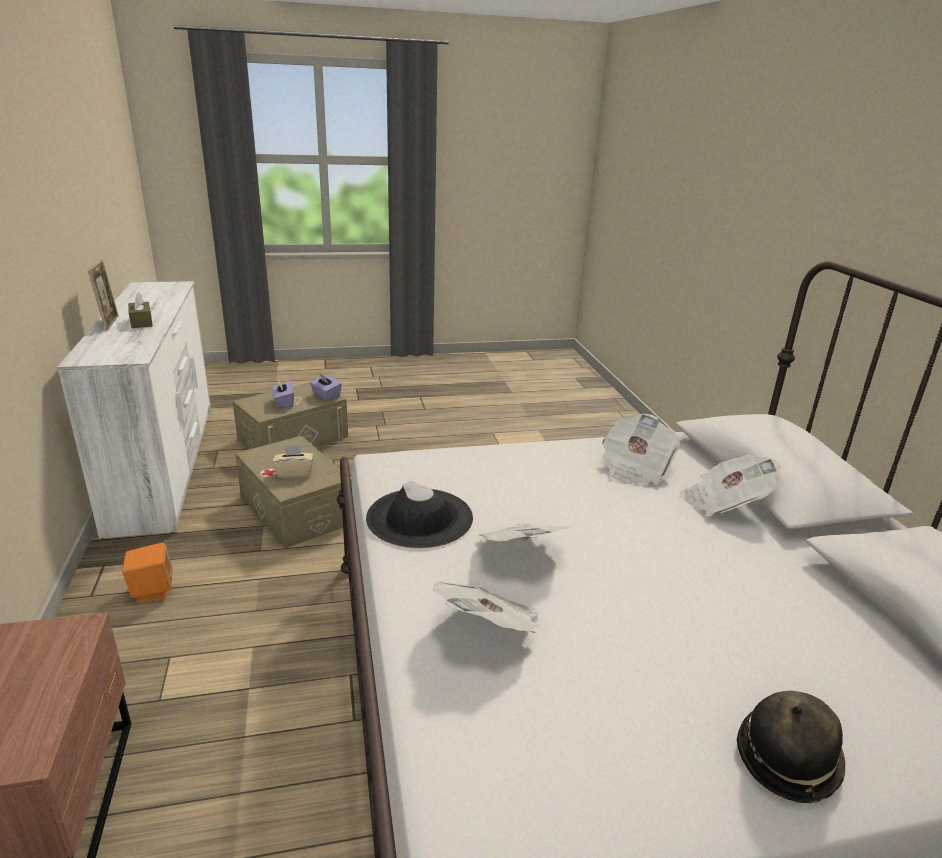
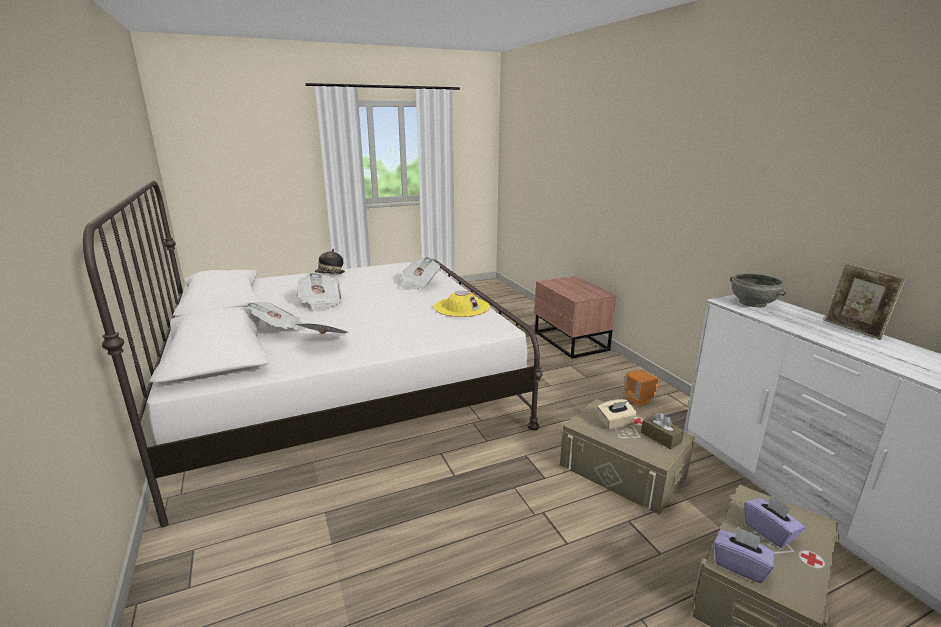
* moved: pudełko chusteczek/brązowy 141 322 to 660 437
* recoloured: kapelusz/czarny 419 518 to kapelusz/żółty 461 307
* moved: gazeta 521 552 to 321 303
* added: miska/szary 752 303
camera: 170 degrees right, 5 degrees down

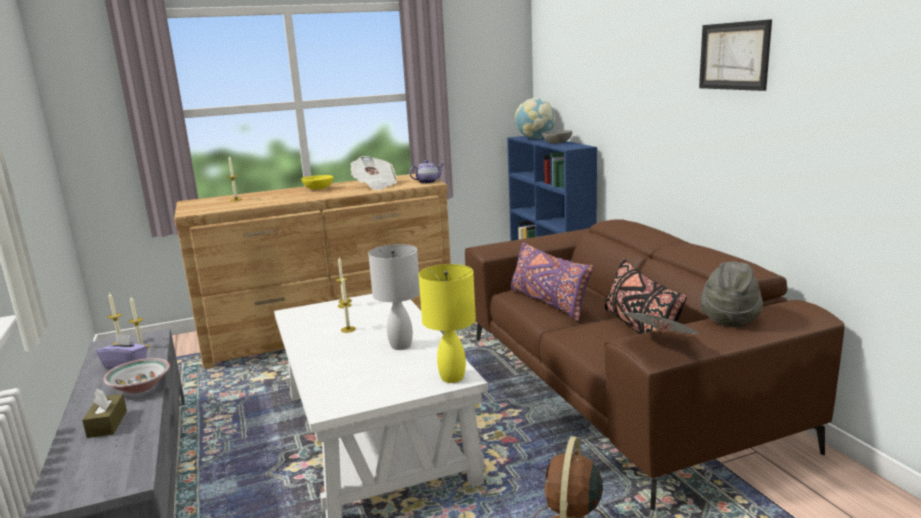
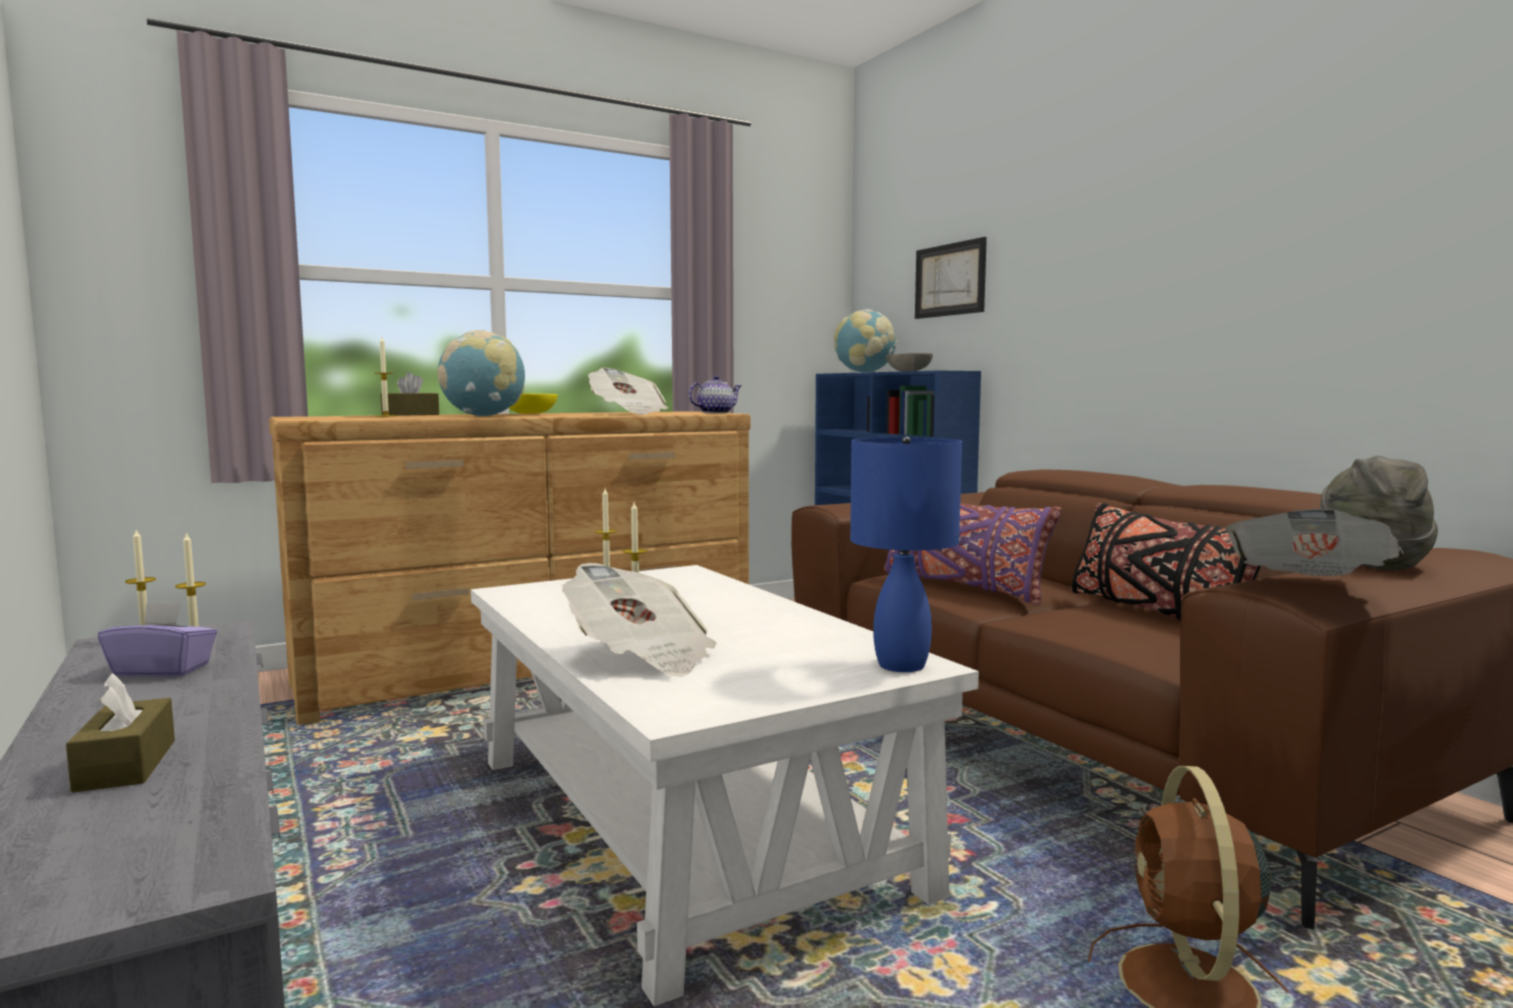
* moved: obraz 734 56 to 950 280
* removed: lampa stołowa/biały 401 346
* recoloured: lampa stołowa/żółty 453 378 to lampa stołowa/niebieski 903 665
* removed: miska 139 387
* added: globus 483 416
* added: pudełko chusteczek/brązowy 410 415
* added: gazeta 641 657
camera: 10 degrees left, 10 degrees down

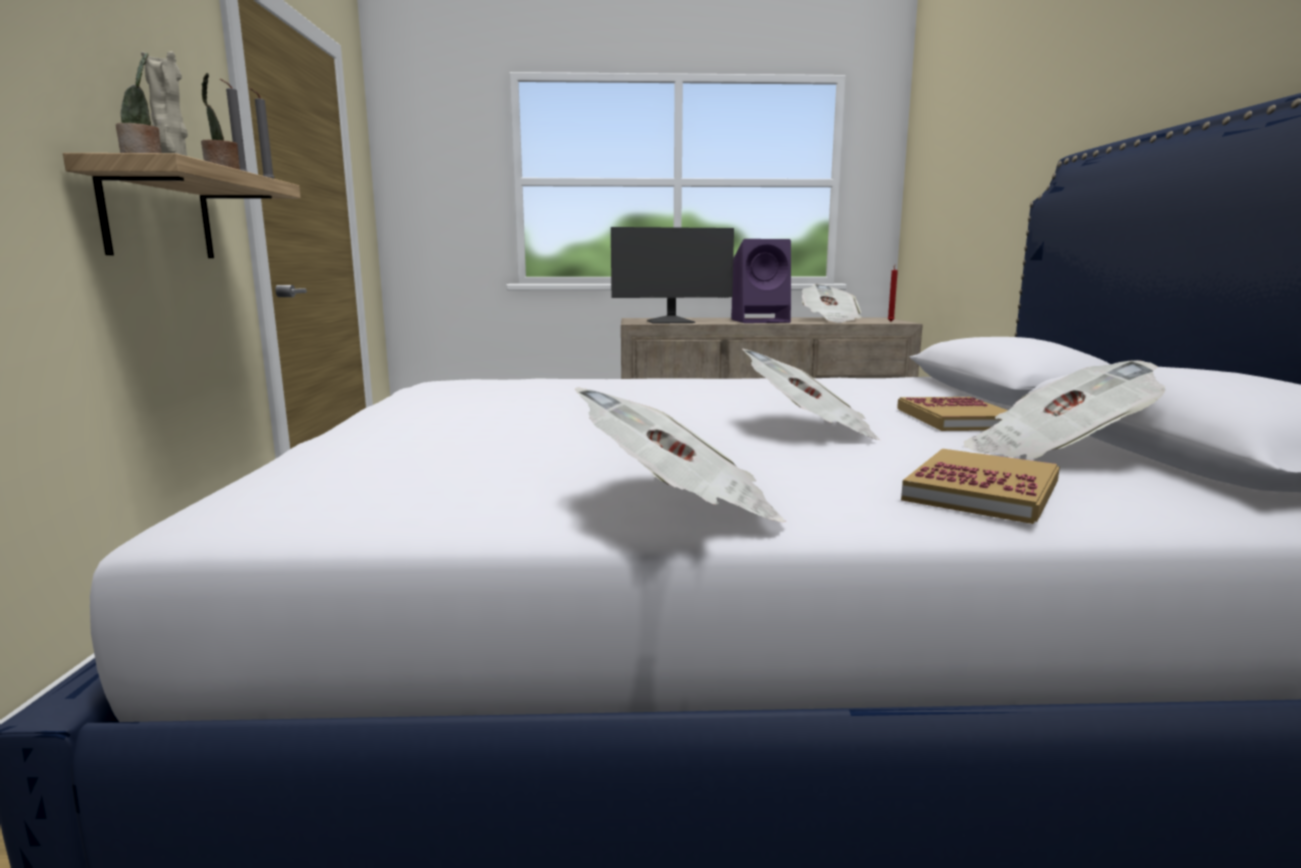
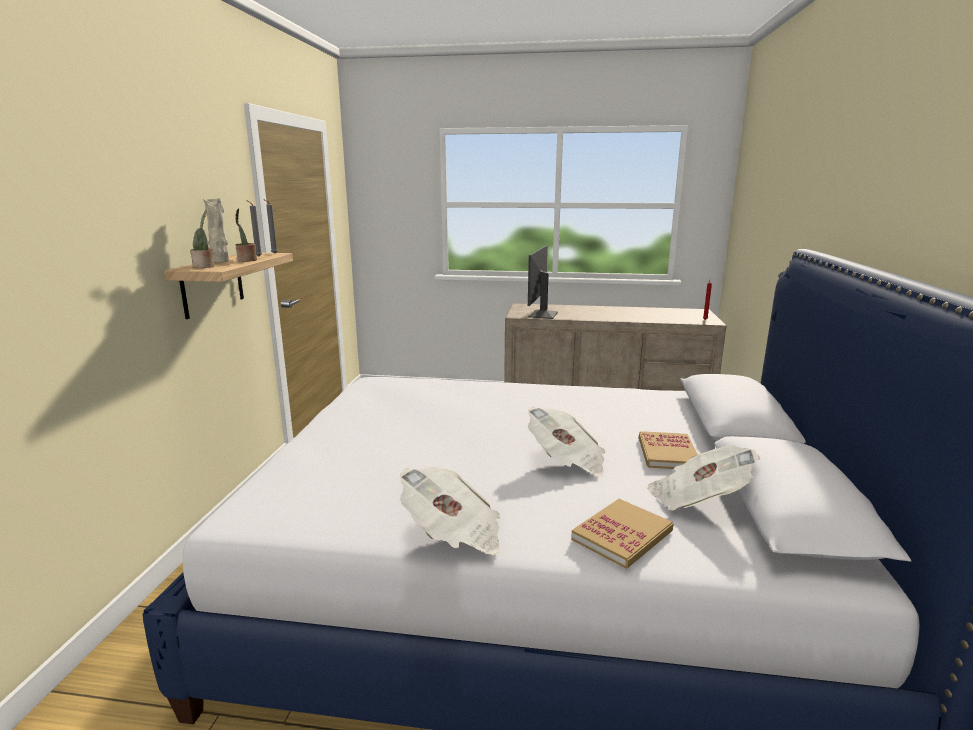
* turned: monitor 671 322 = 542 314 105 degrees clockwise
* removed: głośnik/fioletowy 761 321
* removed: gazeta 830 320
camera: 10 degrees right, 5 degrees up

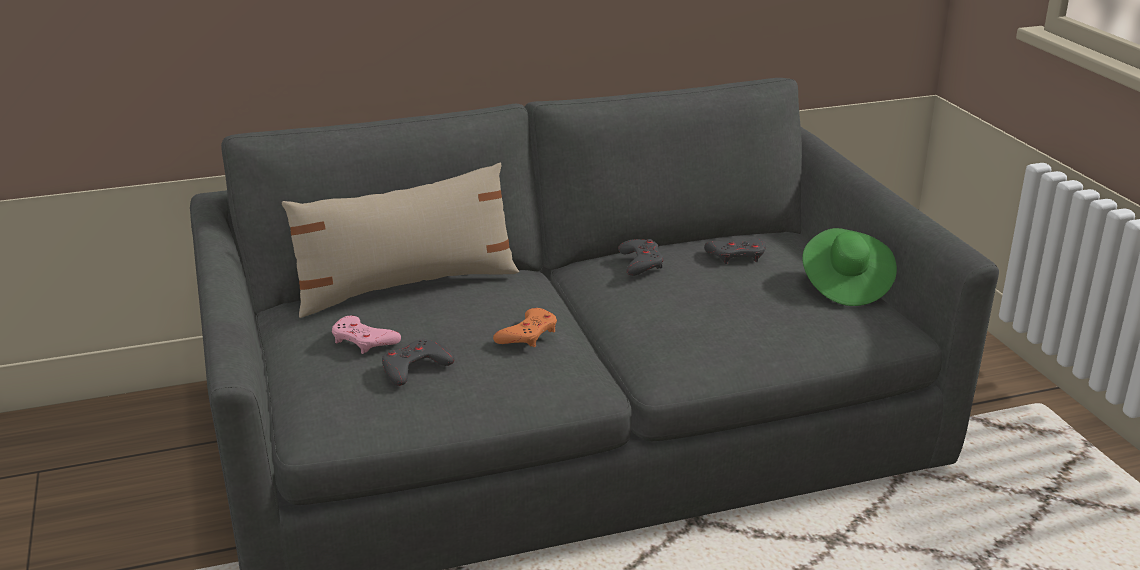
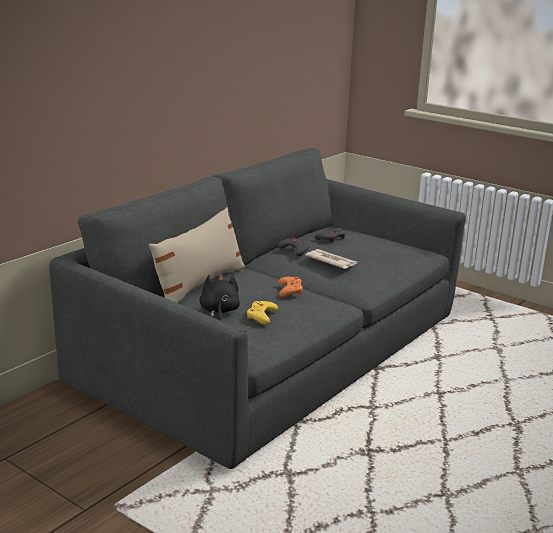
* removed: kapelusz/zielony 845 286
* replaced: pad do gier/różowy 363 340 to pluszak/czarny 219 311
* recoloured: pad do gier/szary 414 368 to pad do gier/żółty 261 316
* added: gazeta 331 261
camera: 35 degrees left, 5 degrees down

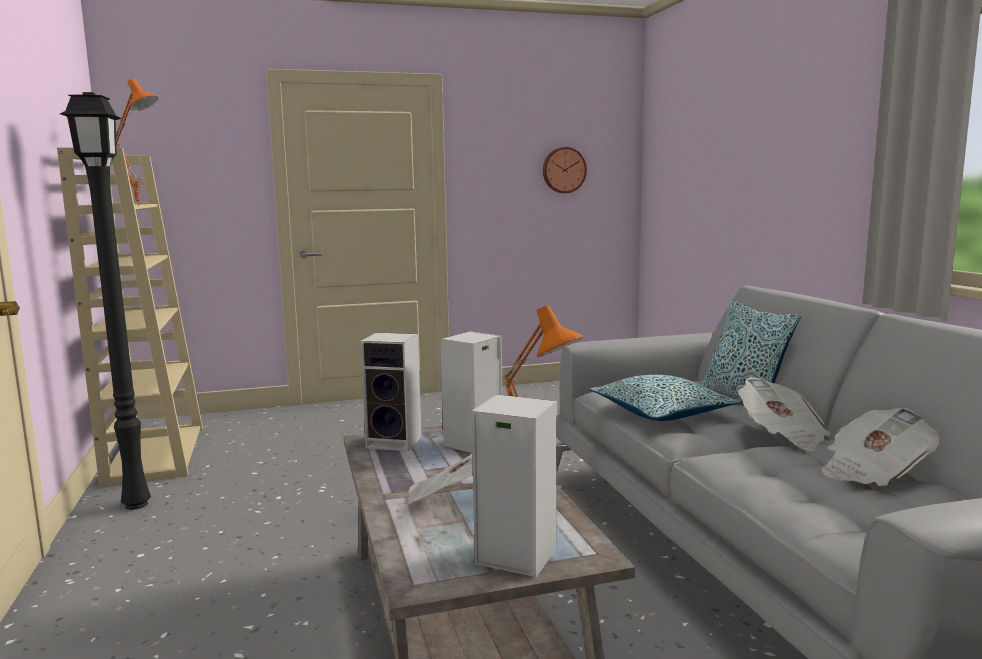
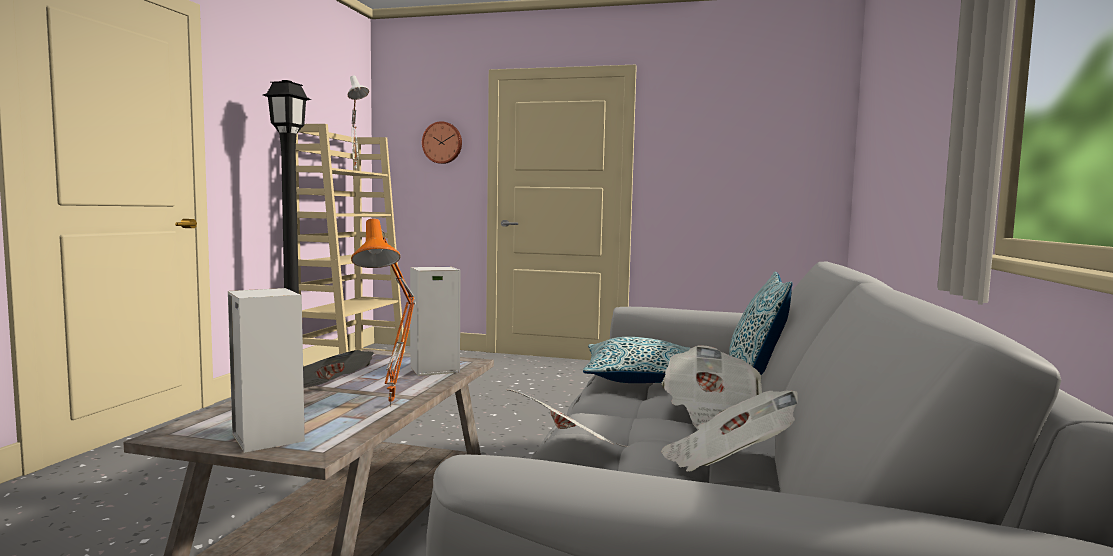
* recoloured: lampa stołowa/pomarańczowy 140 204 to lampa stołowa/biały 357 170
* moved: zegar ścienny 563 170 to 442 143
* removed: głośnik 396 442
* added: gazeta 567 451
camera: 30 degrees right, 5 degrees down

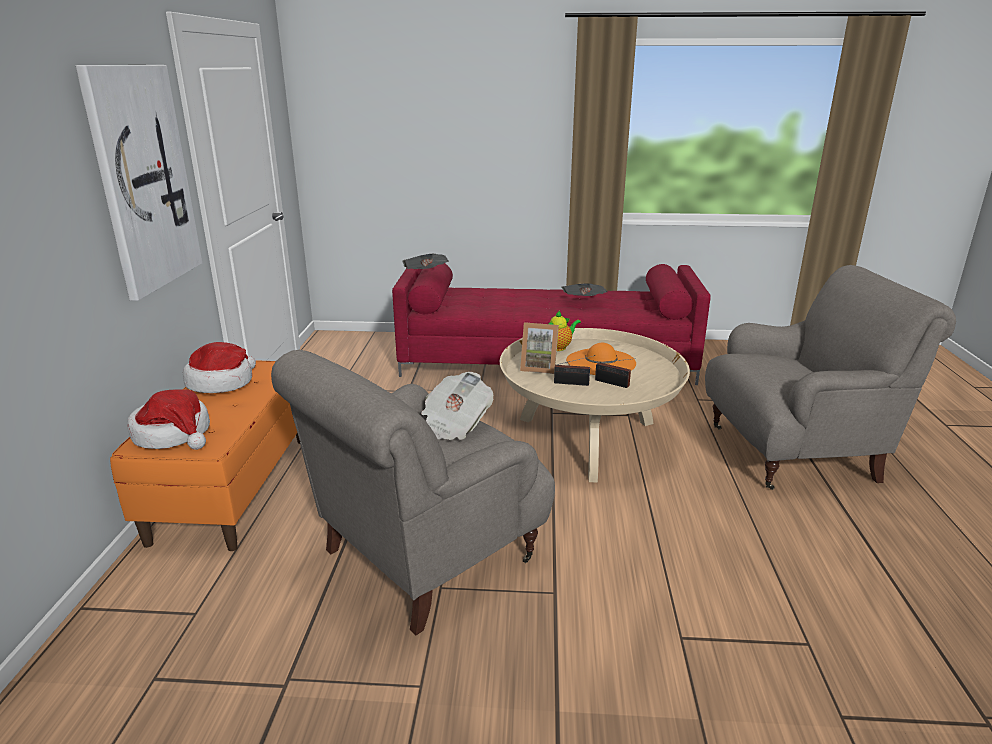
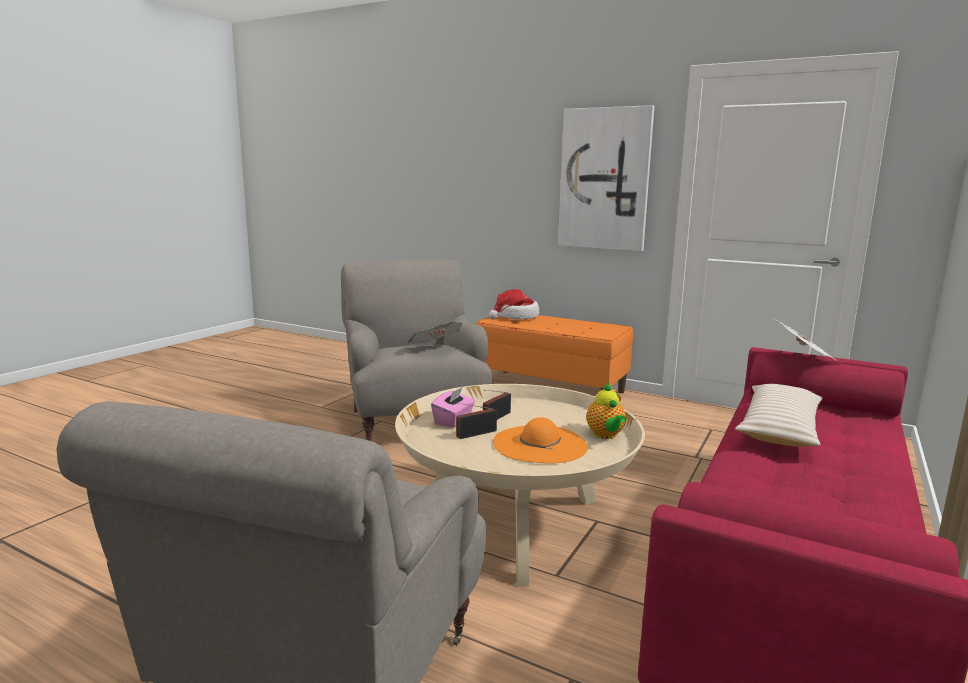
* removed: gazeta 583 302
* removed: ramka na zdjęcie 539 367
* removed: kapelusz 221 382
* added: poduszka/beżowy 779 429
* added: pudełko chusteczek/różowy 453 421
camera: 115 degrees right, 10 degrees down

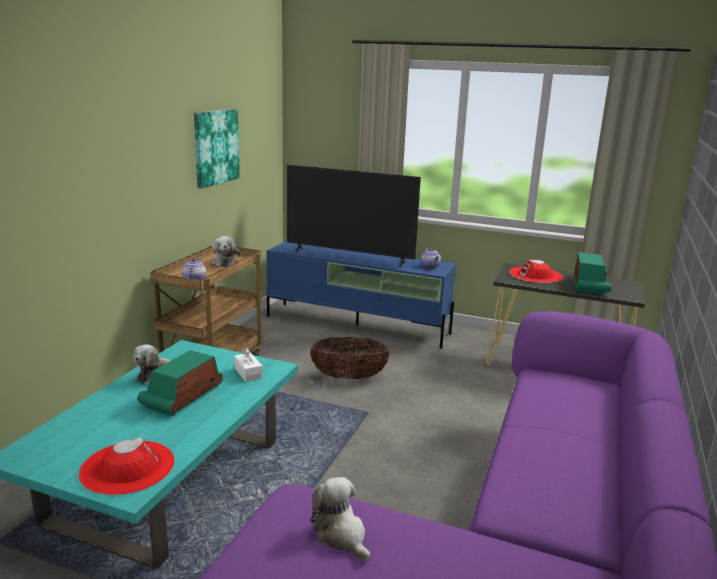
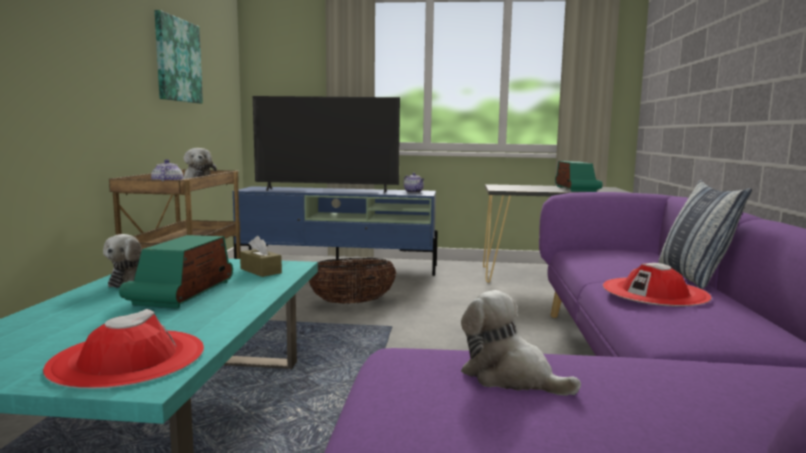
* moved: kapelusz/czerwony 535 275 to 655 292
* recoloured: pudełko chusteczek/biały 248 373 to pudełko chusteczek/brązowy 260 271
* added: poduszka 693 277
camera: 15 degrees left, 10 degrees down

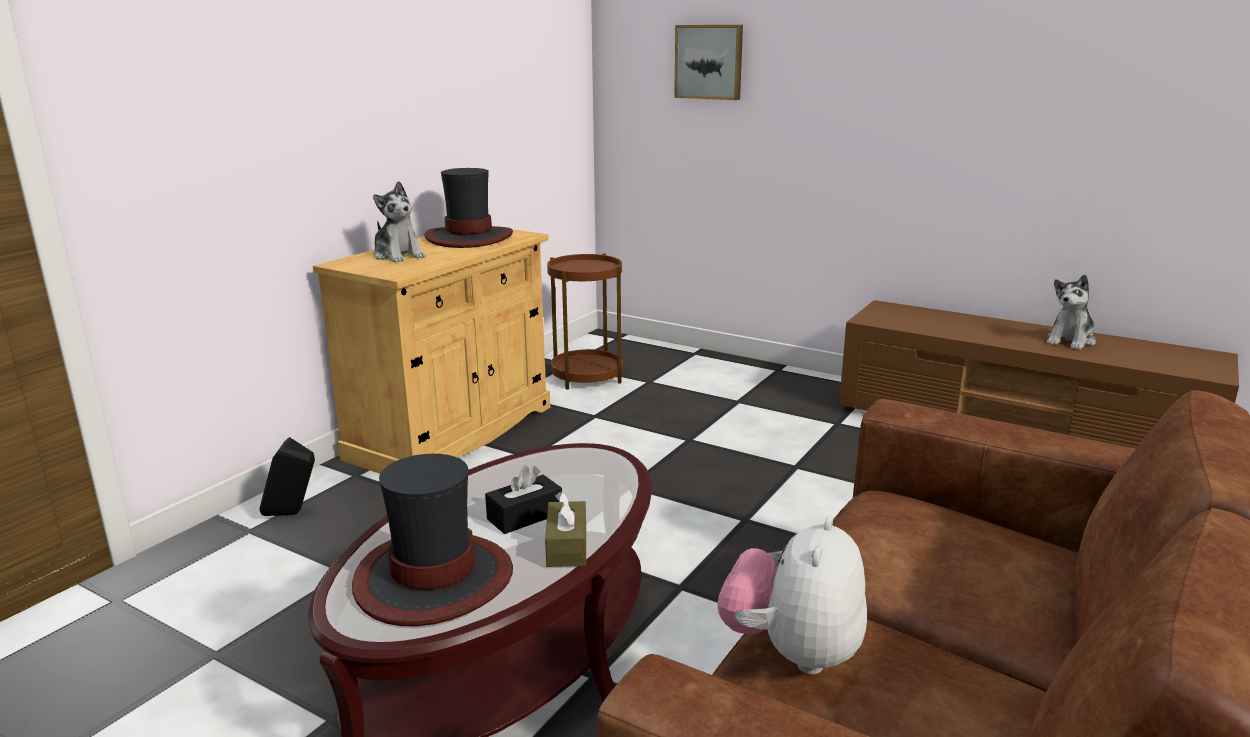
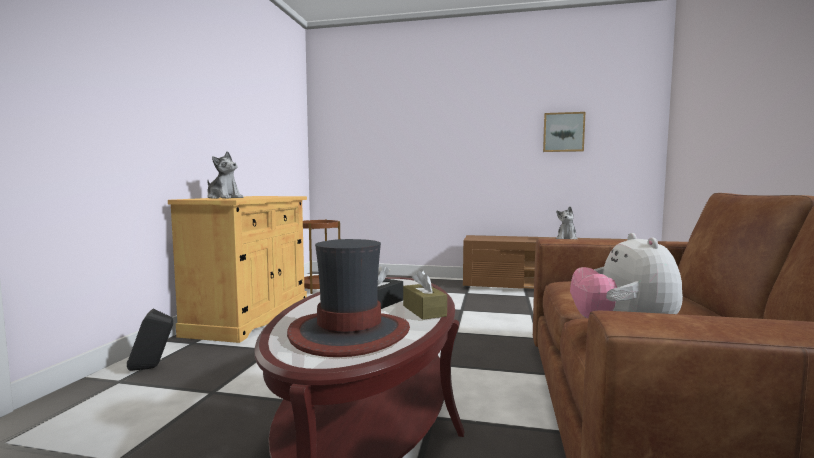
* moved: obraz 709 62 to 563 132
* removed: kapelusz 469 238
camera: 20 degrees left, 15 degrees down

